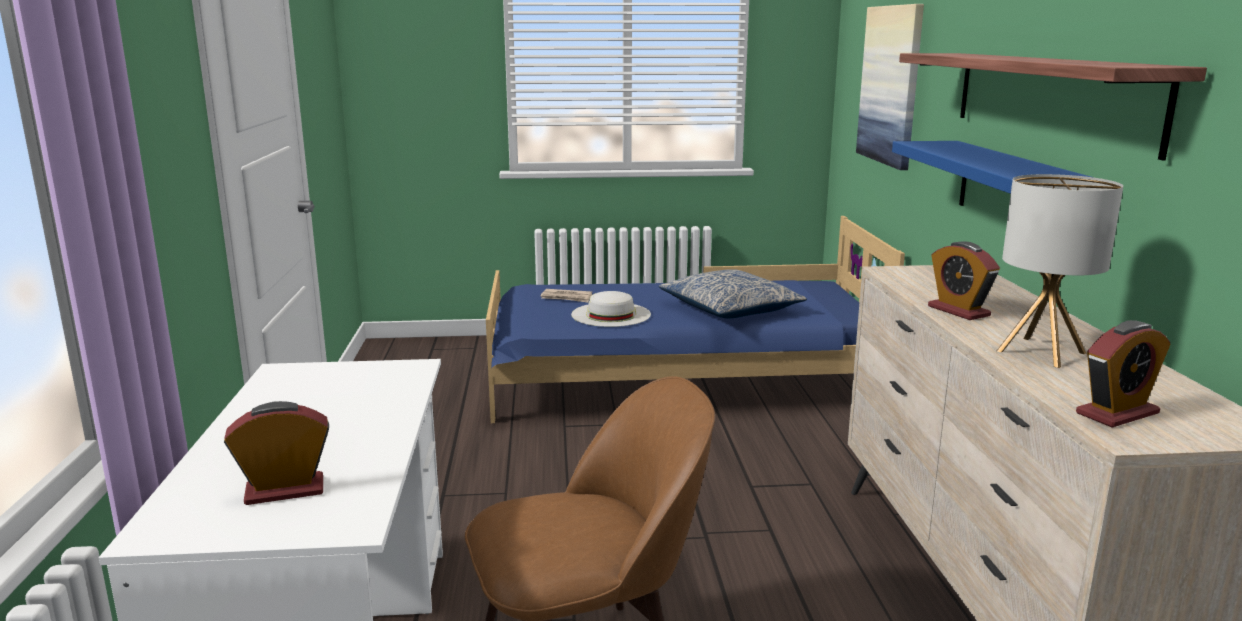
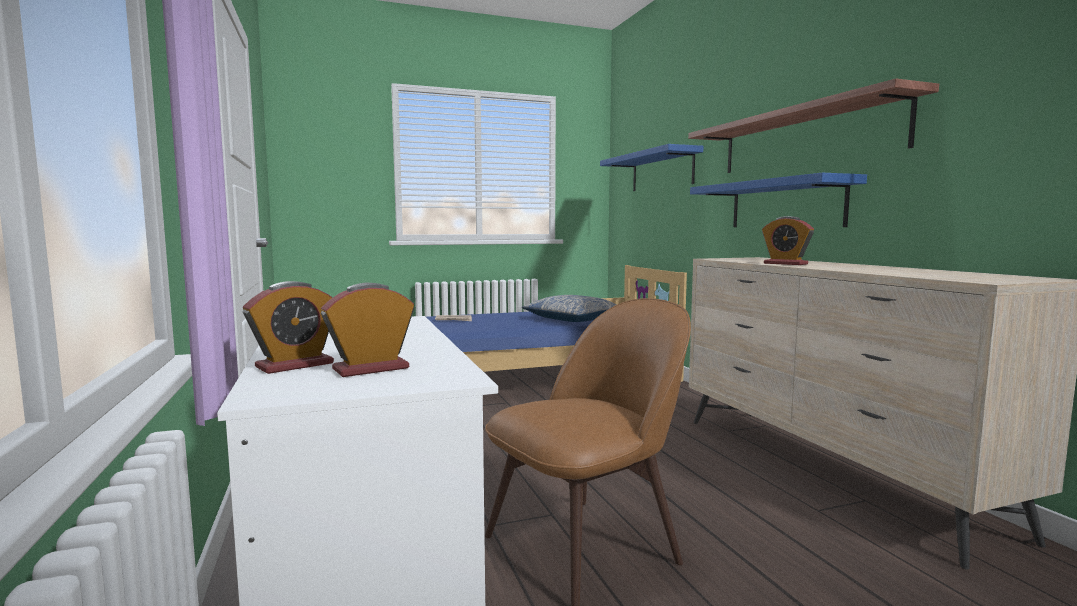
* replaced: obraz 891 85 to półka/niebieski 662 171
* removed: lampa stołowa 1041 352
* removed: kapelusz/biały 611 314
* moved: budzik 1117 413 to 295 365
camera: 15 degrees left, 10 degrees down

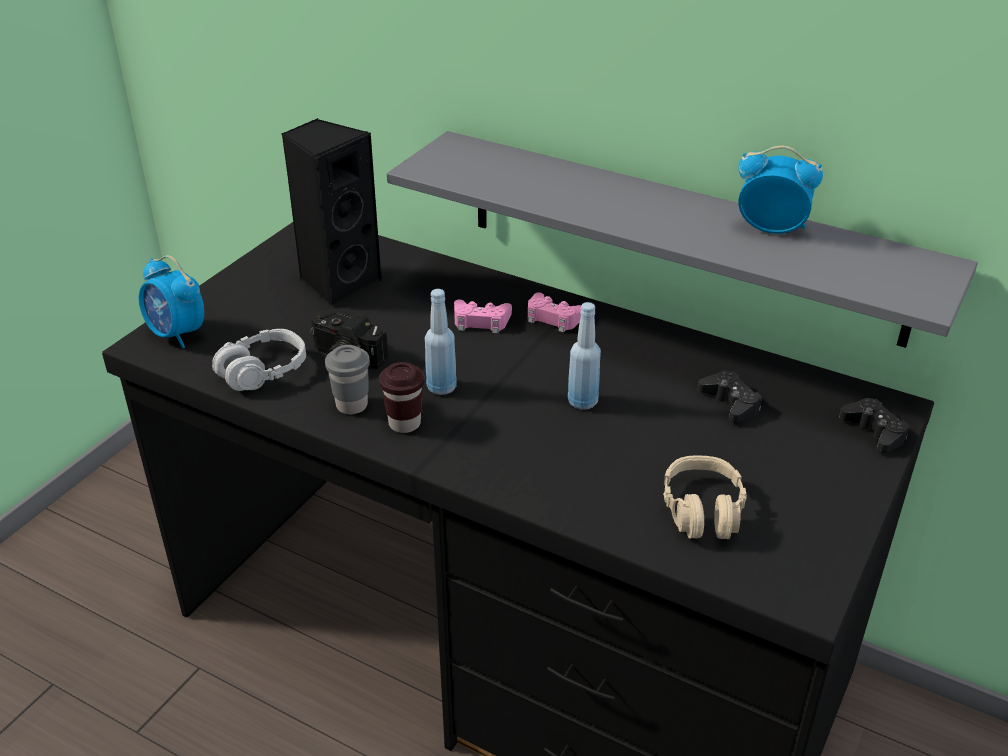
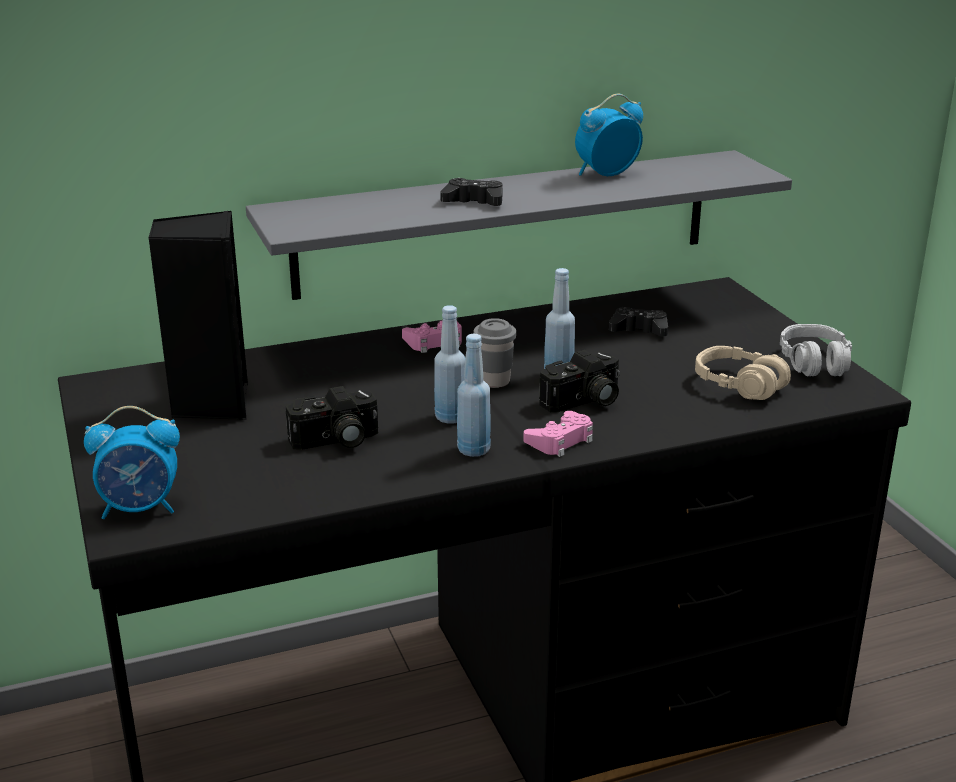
* moved: pad do gier/różowy 481 321 to 560 441
* moved: słuchawki/szary 262 371 to 814 363
* moved: filiżanka/szary 352 405 to 494 381
* replaced: filiżanka/brązowy 404 423 to butelka/niebieski 474 450
* moved: pad do gier/czarny 874 431 to 474 201
* added: aparat fotograficzny 584 402
camera: 50 degrees left, 10 degrees down

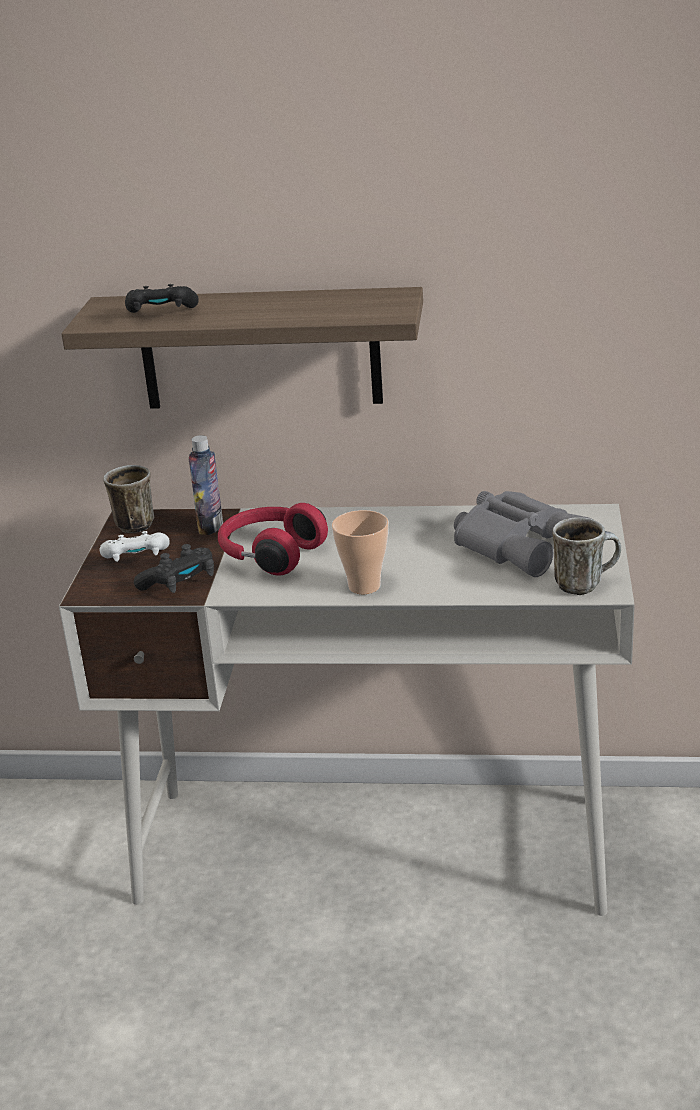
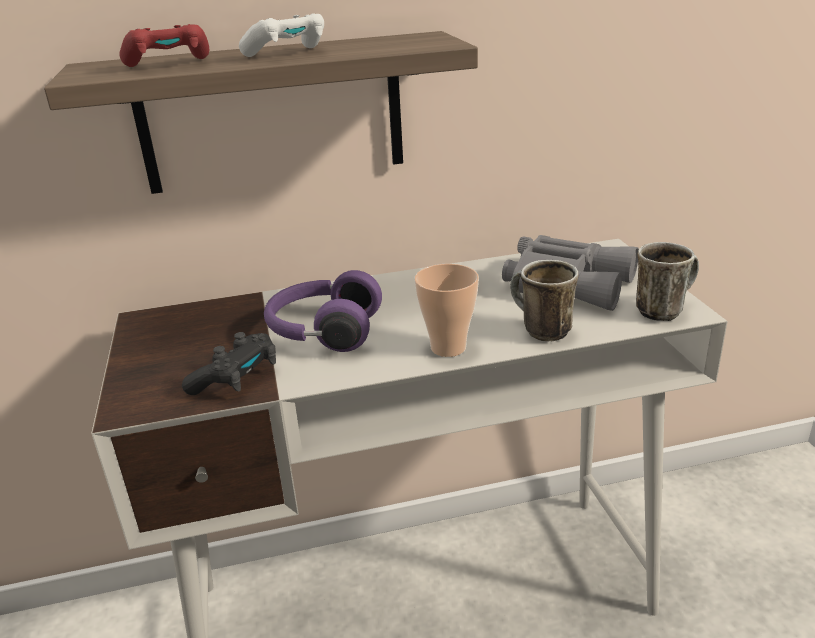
* recoloured: pad do gier/czarny 162 315 to pad do gier/czerwony 169 65
* removed: butelka 210 527
* moved: kubek 131 523 to 538 330
* recoloured: słuchawki/czerwony 270 555 to słuchawki/fioletowy 323 332
* moved: pad do gier/biały 137 560 to 288 54
camera: 20 degrees left, 0 degrees up

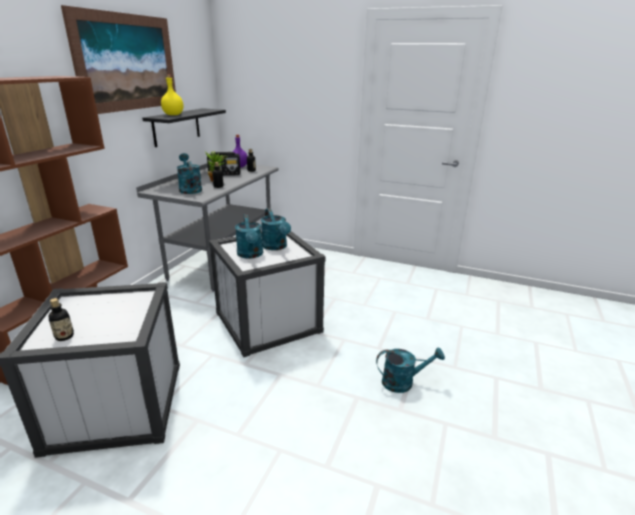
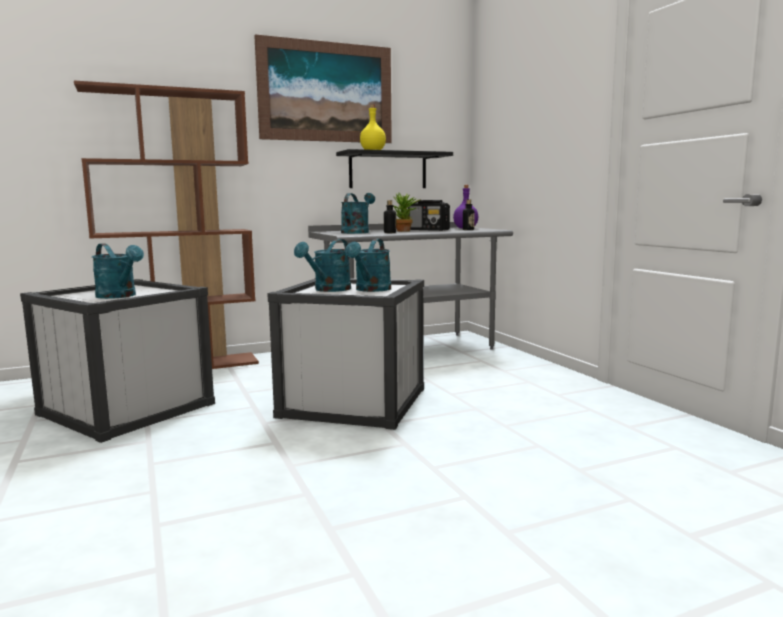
* removed: butelka 64 336
* moved: konewka/turkusowy 403 382 to 120 296
camera: 45 degrees right, 15 degrees down

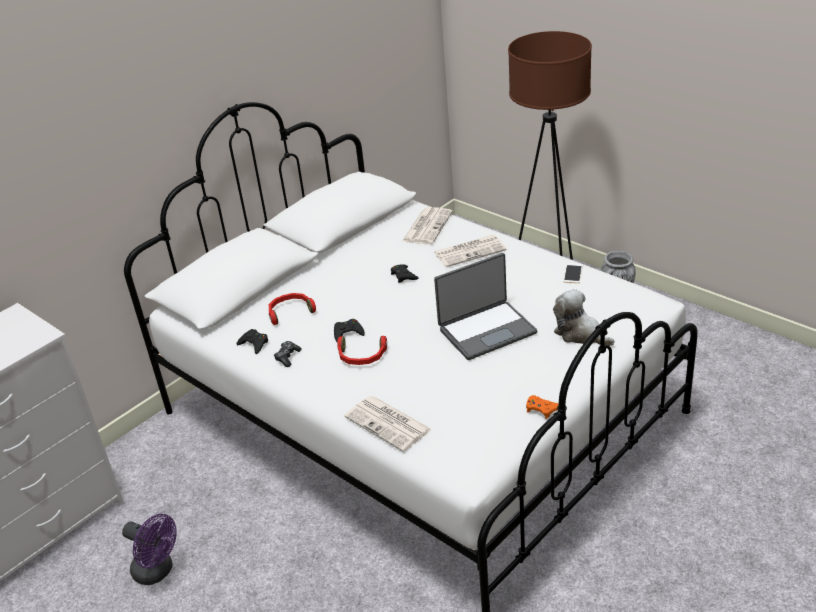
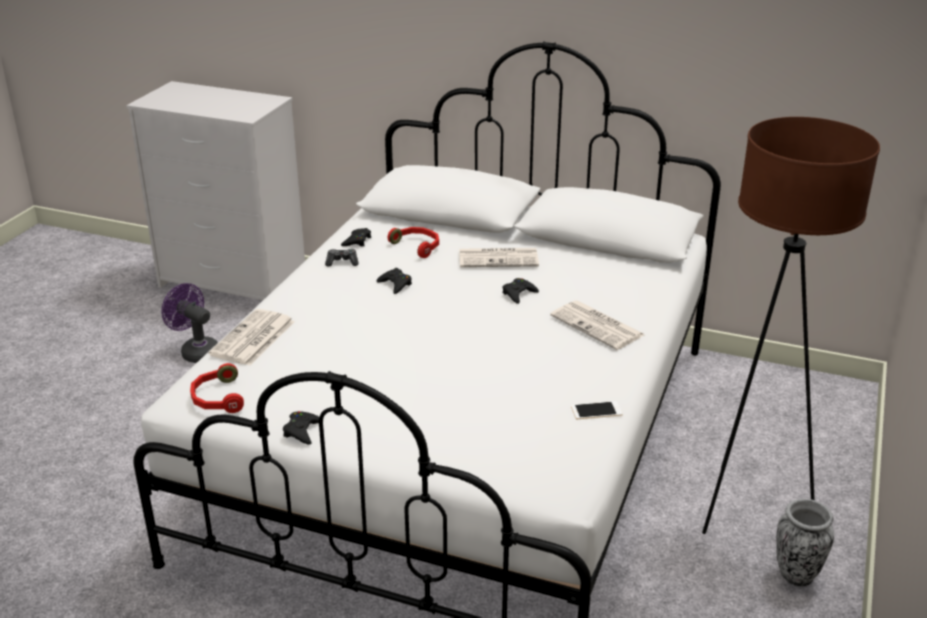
* moved: gazeta 427 226 to 499 258
* removed: laptop 486 330
* removed: pluszak 580 333
* moved: słuchawki/czerwony 361 357 to 217 398
* recoloured: pad do gier/pomarańczowy 542 409 to pad do gier/czarny 302 431
* turned: wentylator/fioletowy 158 571 = 196 351 120 degrees clockwise
camera: 65 degrees right, 5 degrees down

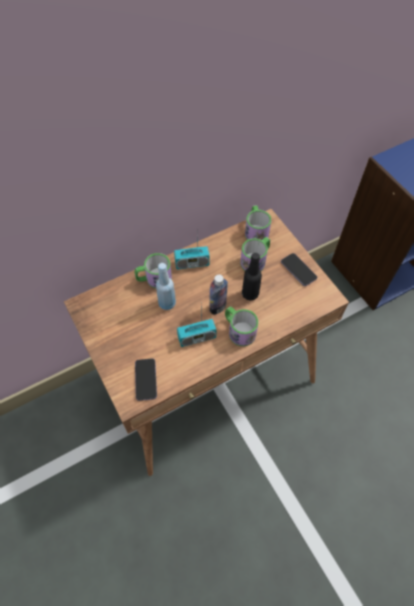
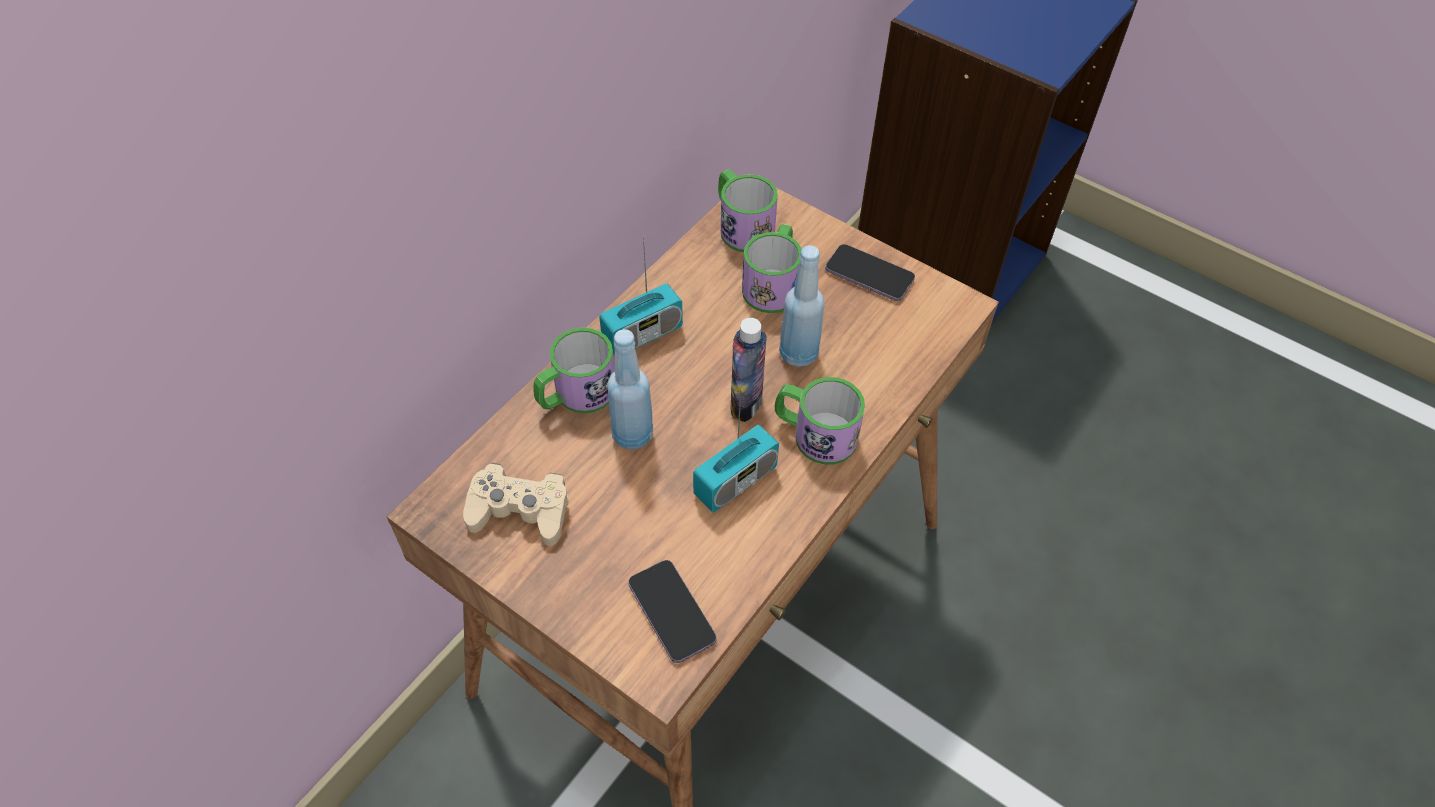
* recoloured: butelka/czarny 250 294 to butelka/niebieski 798 354
* added: pad do gier/beżowy 520 511
camera: 25 degrees left, 5 degrees down

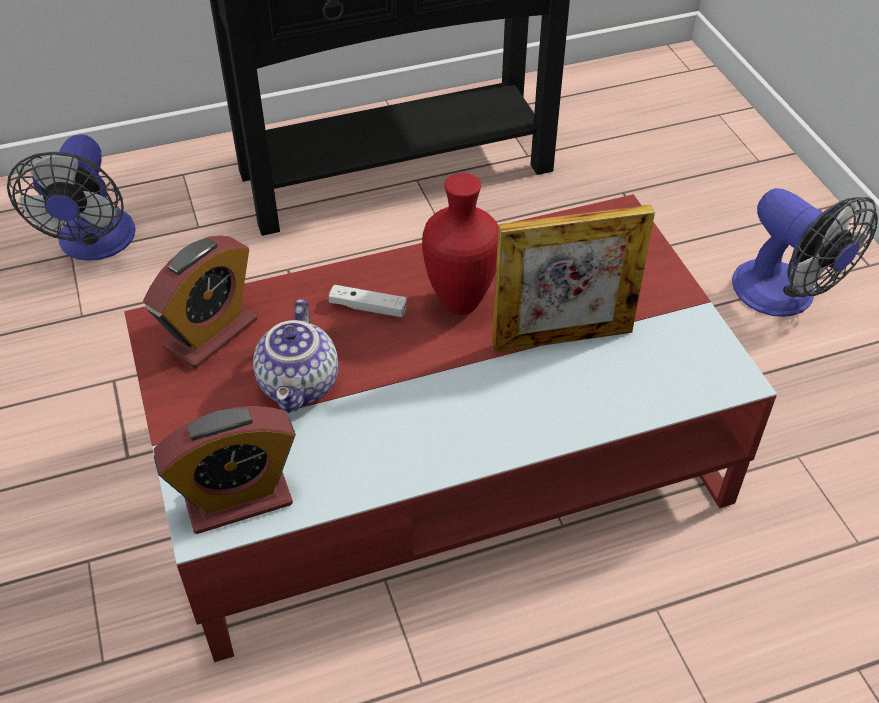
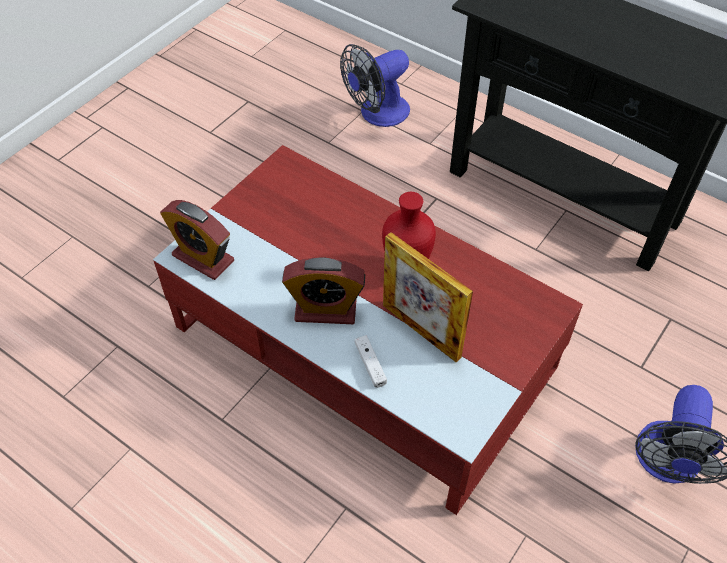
* moved: budzik 210 334 to 325 310
* moved: pad do gier/biały 368 308 to 370 364
* removed: imbryk 301 386
camera: 55 degrees right, 5 degrees up

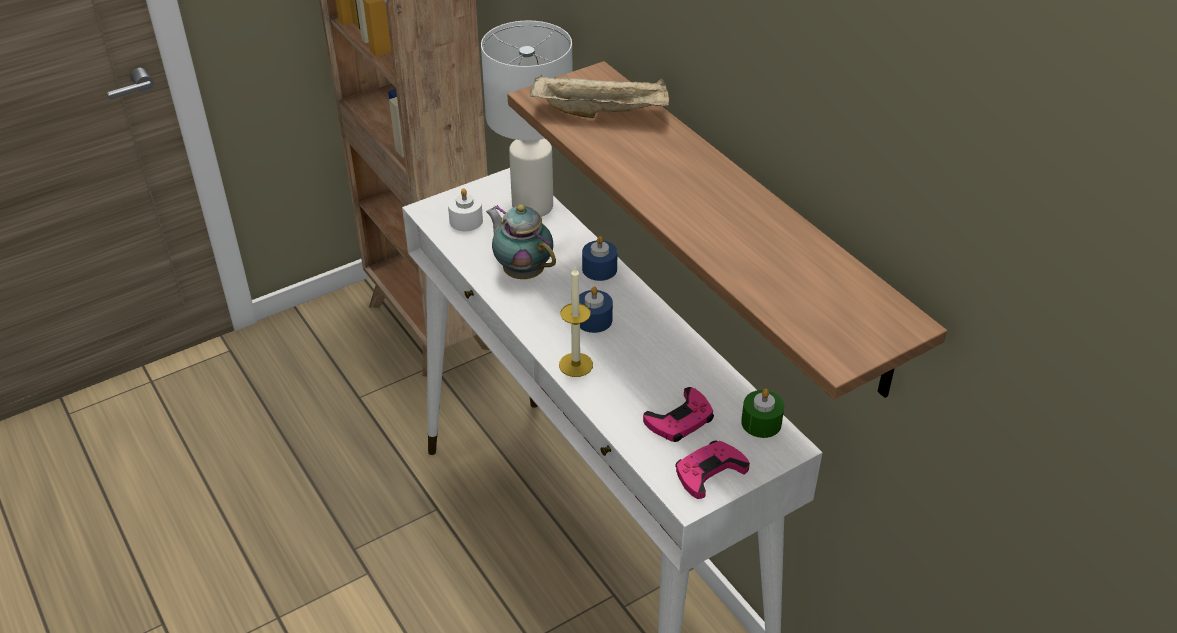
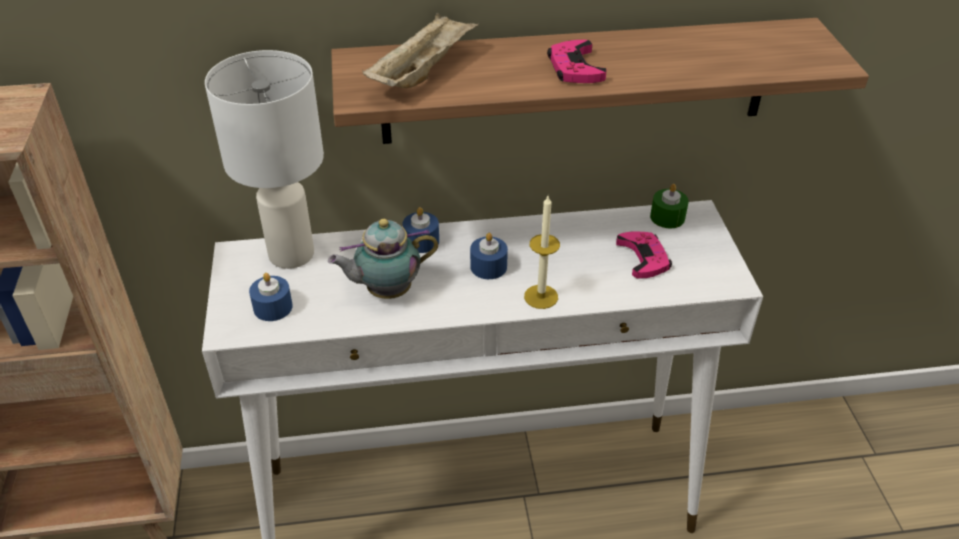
* recoloured: świeca/biały 466 221 to świeca/niebieski 273 307
* moved: pad do gier/różowy 709 472 to 575 68
camera: 65 degrees left, 0 degrees up

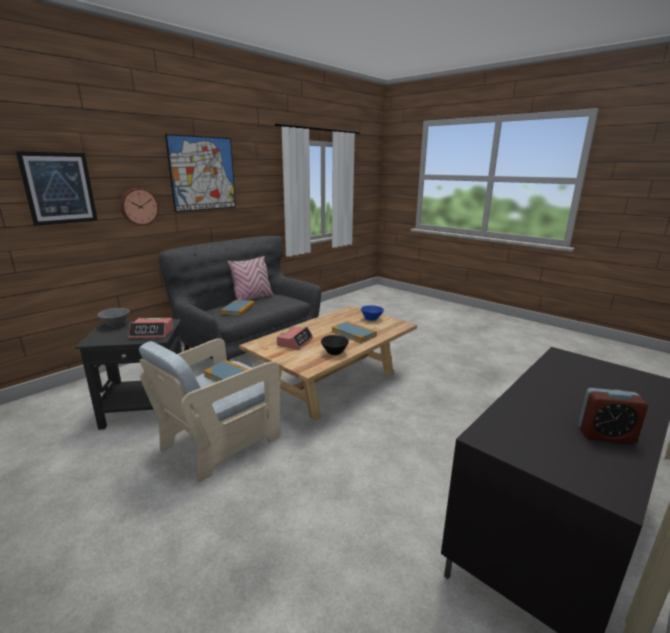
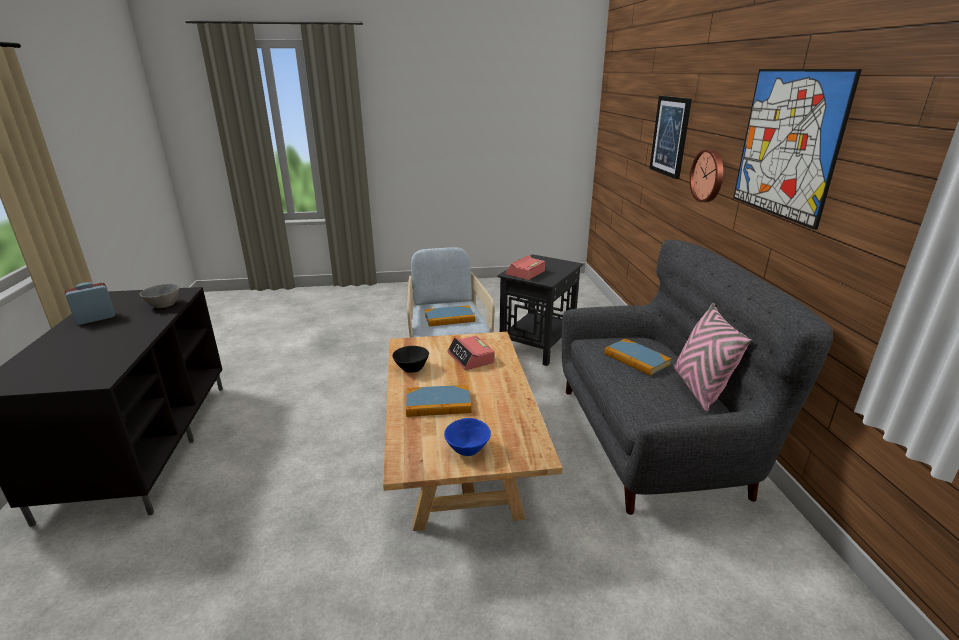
* moved: miska/szary 115 325 to 164 305
camera: 130 degrees right, 5 degrees up

